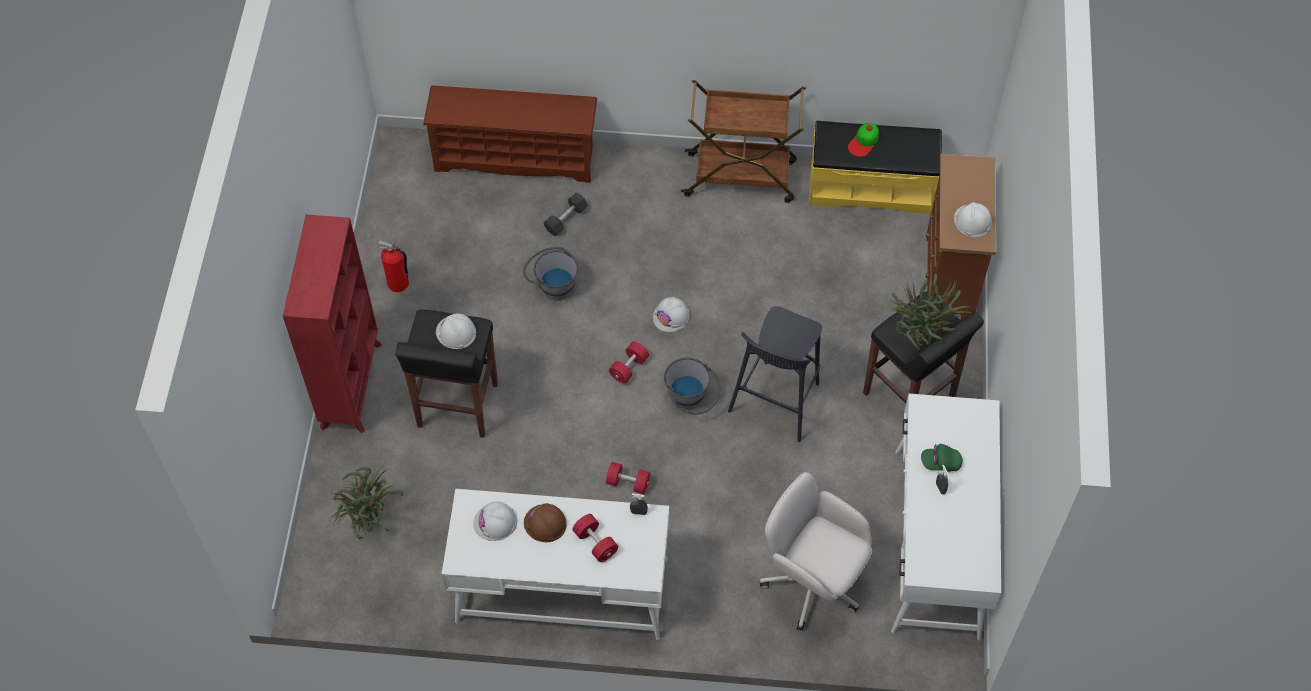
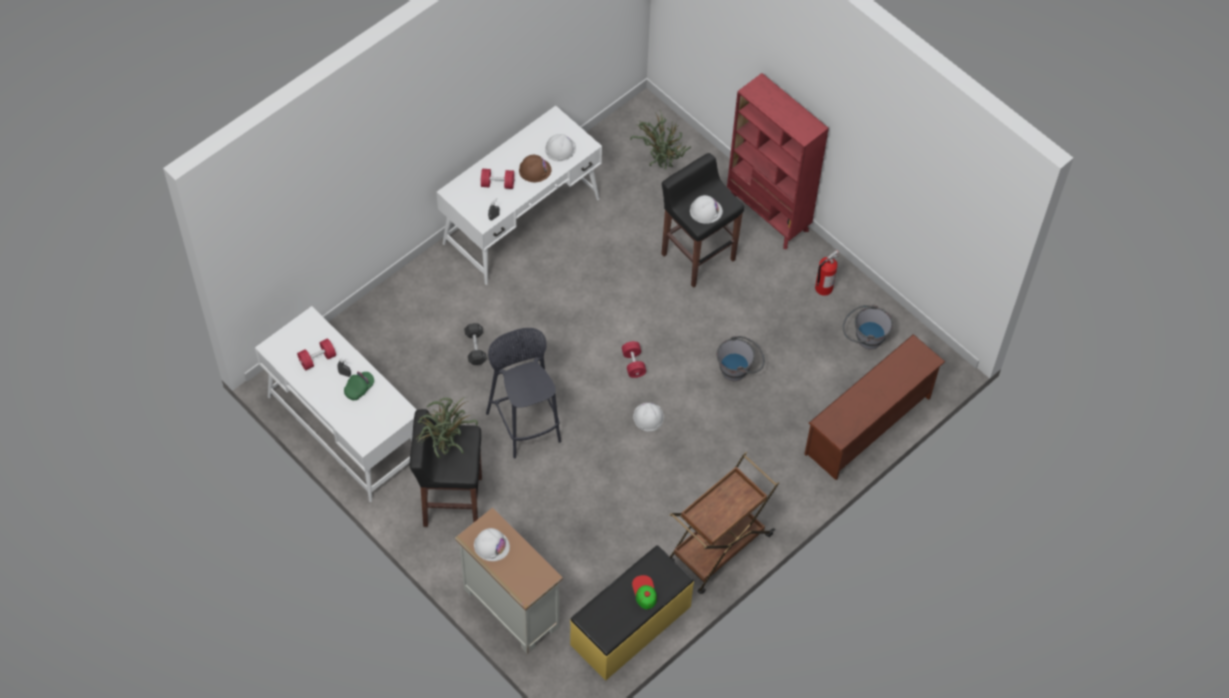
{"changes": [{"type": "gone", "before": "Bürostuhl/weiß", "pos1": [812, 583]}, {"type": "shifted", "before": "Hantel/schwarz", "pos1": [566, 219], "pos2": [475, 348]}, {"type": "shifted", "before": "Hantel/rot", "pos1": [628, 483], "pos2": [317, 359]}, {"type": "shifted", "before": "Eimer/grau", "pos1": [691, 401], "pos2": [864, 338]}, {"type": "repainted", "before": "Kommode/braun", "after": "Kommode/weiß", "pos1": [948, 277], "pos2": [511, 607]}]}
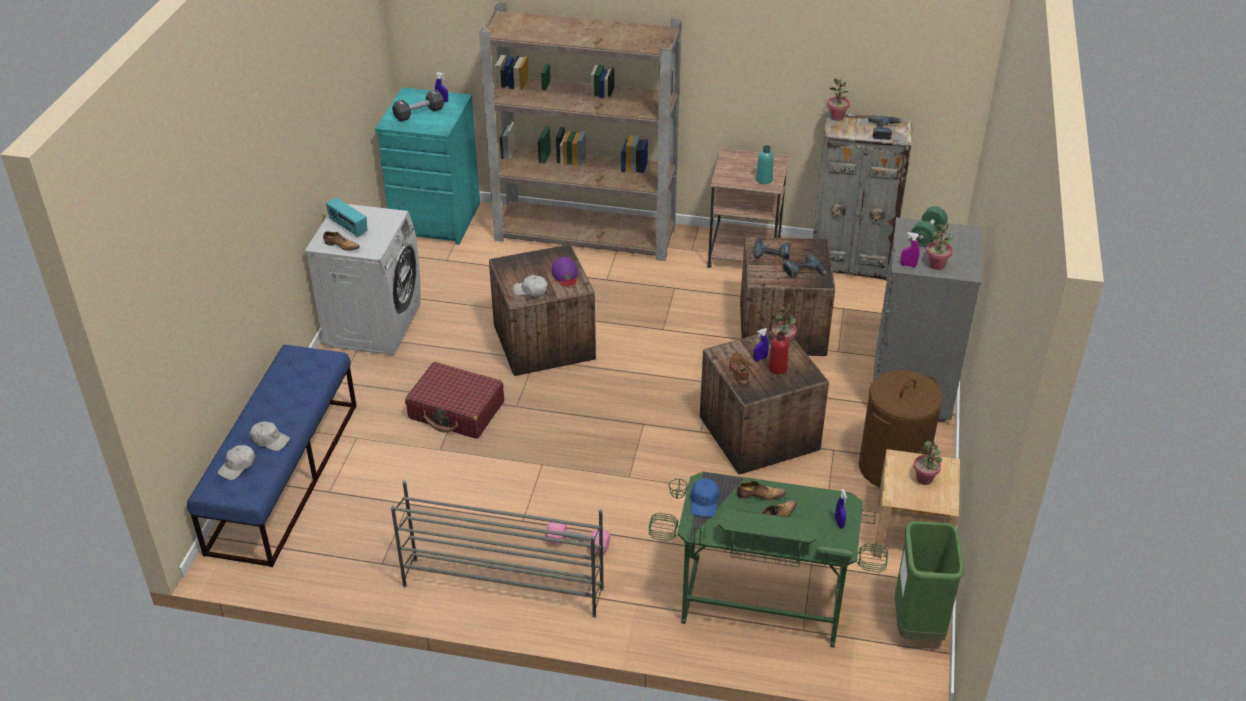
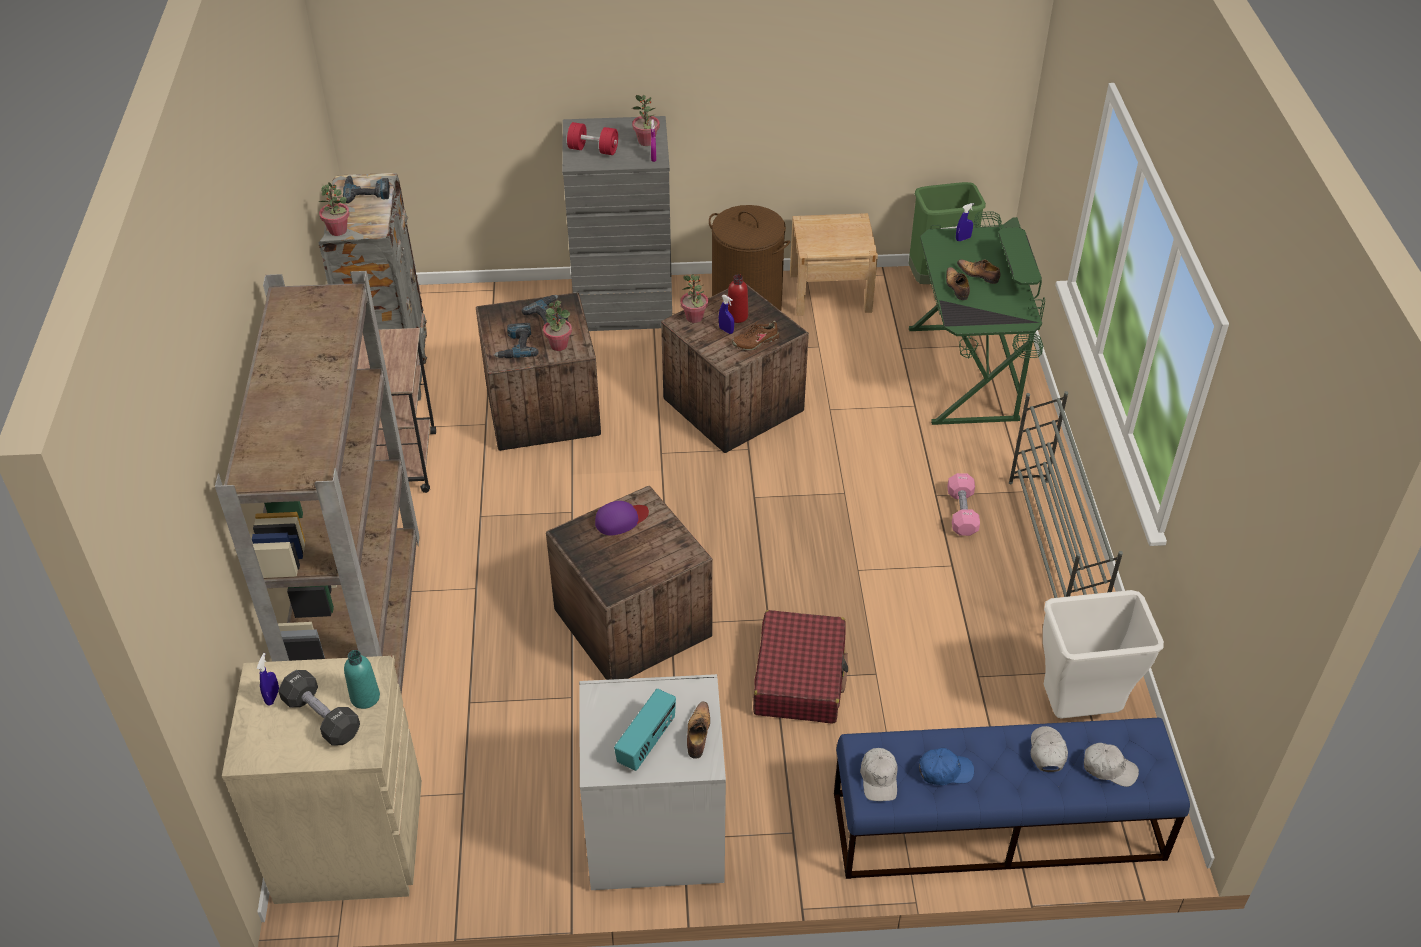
{"changes": [{"type": "new", "after": "Mülleimer/weiß", "pos2": [1079, 709]}, {"type": "shifted", "before": "Kappe/weiß", "pos1": [531, 291], "pos2": [879, 778]}, {"type": "shifted", "before": "Kappe/blau", "pos1": [704, 502], "pos2": [944, 771]}, {"type": "shifted", "before": "Flasche/türkis", "pos1": [764, 180], "pos2": [365, 697]}, {"type": "shifted", "before": "Topfpflanze", "pos1": [924, 479], "pos2": [559, 345]}, {"type": "repainted", "before": "Kommode/türkis", "after": "Kommode/beige", "pos1": [437, 220], "pos2": [350, 843]}, {"type": "repainted", "before": "Hantel/grün", "after": "Hantel/rot", "pos1": [927, 236], "pos2": [593, 150]}]}
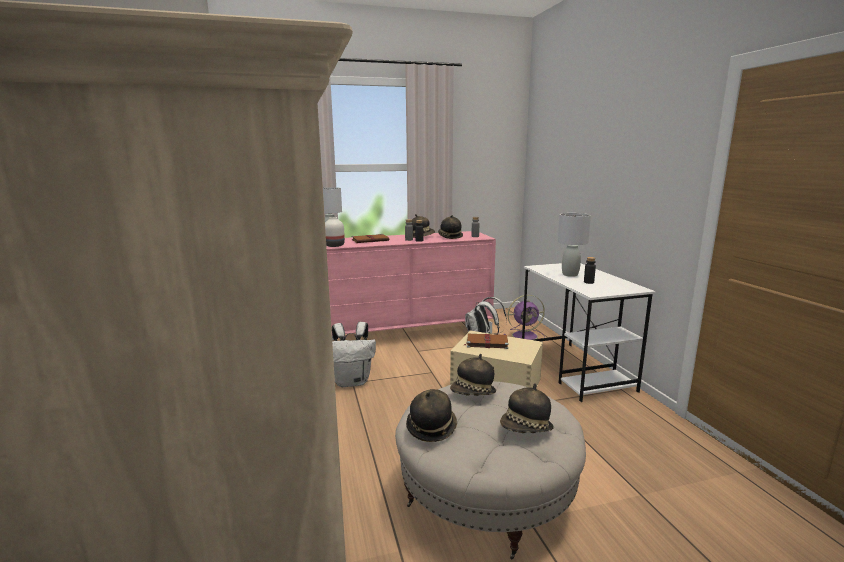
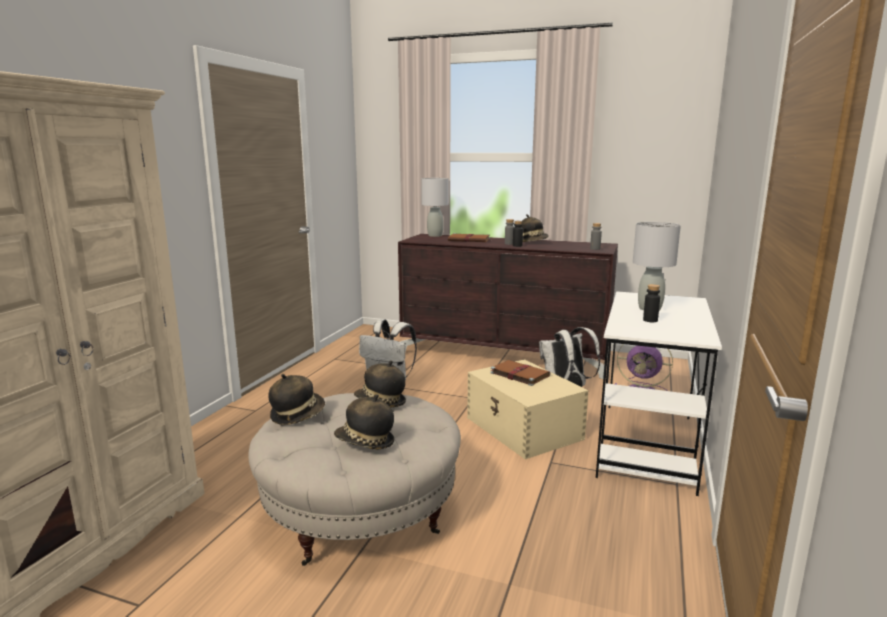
{"changes": [{"type": "gone", "before": "Vase/weiß", "pos1": [335, 245]}, {"type": "gone", "before": "Hut", "pos1": [450, 237]}, {"type": "repainted", "before": "Kommode/rosa", "after": "Kommode/braun", "pos1": [405, 332], "pos2": [503, 355]}]}
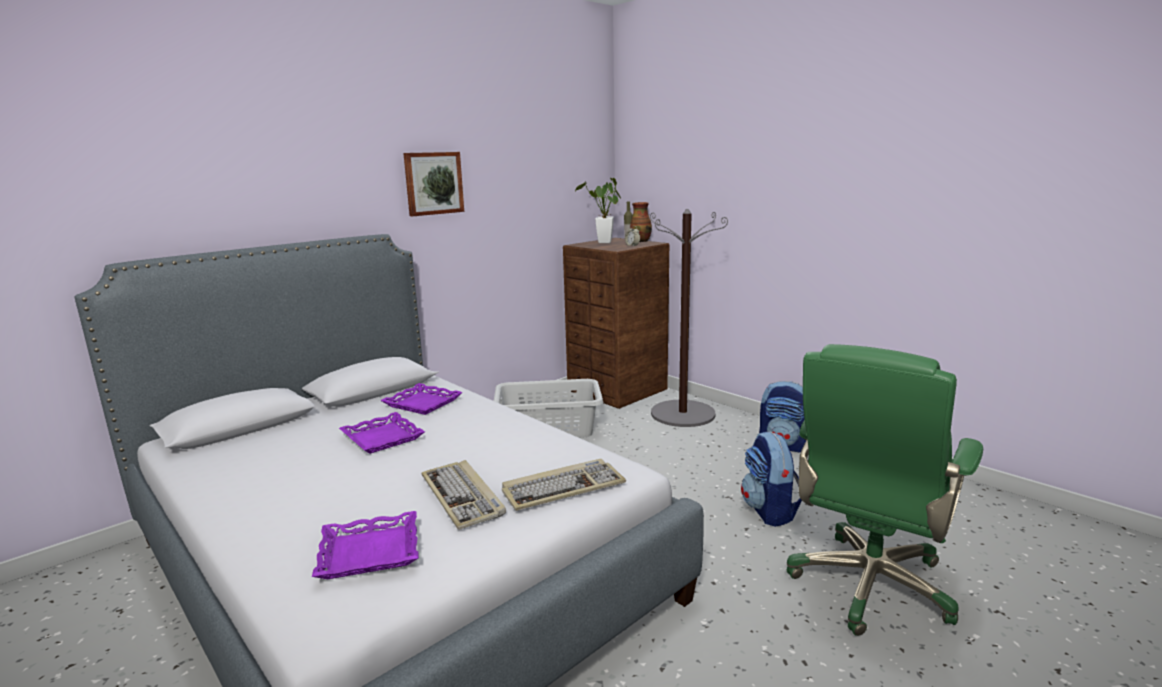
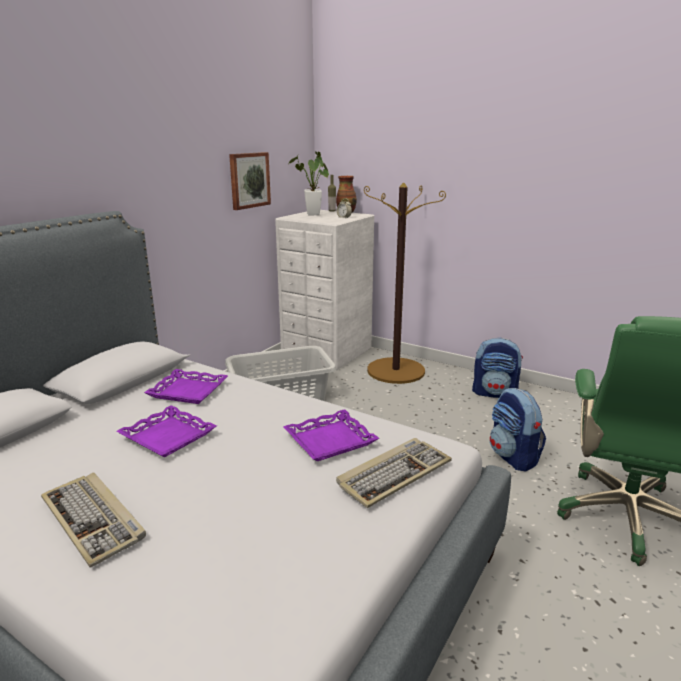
{"changes": [{"type": "shifted", "before": "Tablett/lila", "pos1": [370, 551], "pos2": [330, 440]}, {"type": "shifted", "before": "Bild", "pos1": [433, 183], "pos2": [249, 180]}, {"type": "shifted", "before": "Tastatur", "pos1": [463, 497], "pos2": [94, 520]}, {"type": "repainted", "before": "Kommode/braun", "after": "Kommode/weiß", "pos1": [617, 390], "pos2": [327, 352]}, {"type": "repainted", "before": "Kleiderständer/grau", "after": "Kleiderständer/braun", "pos1": [683, 414], "pos2": [396, 371]}]}
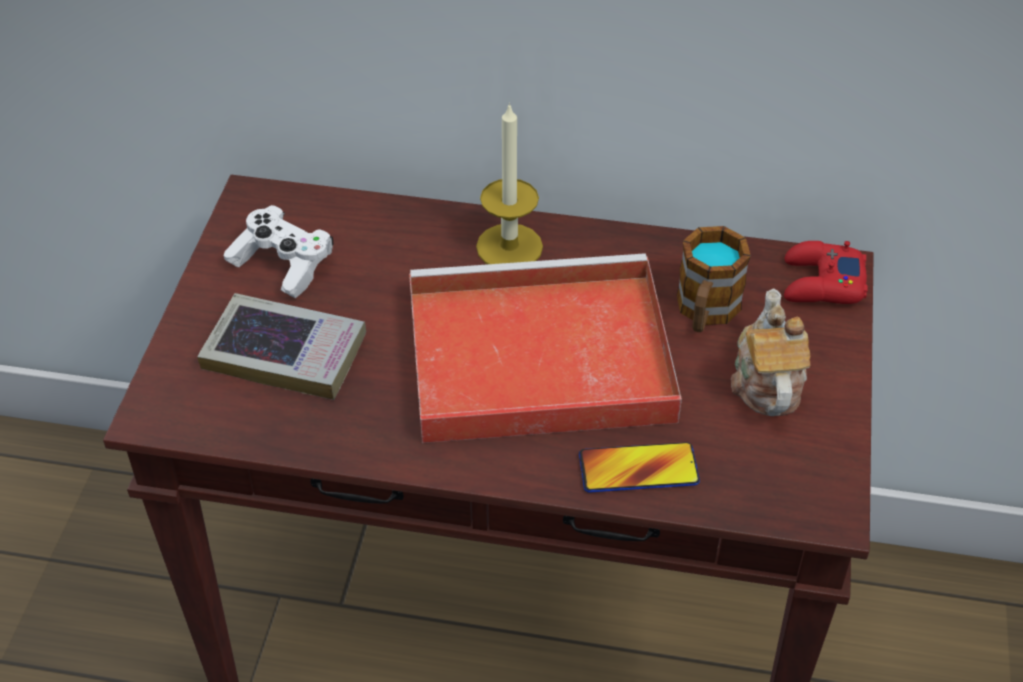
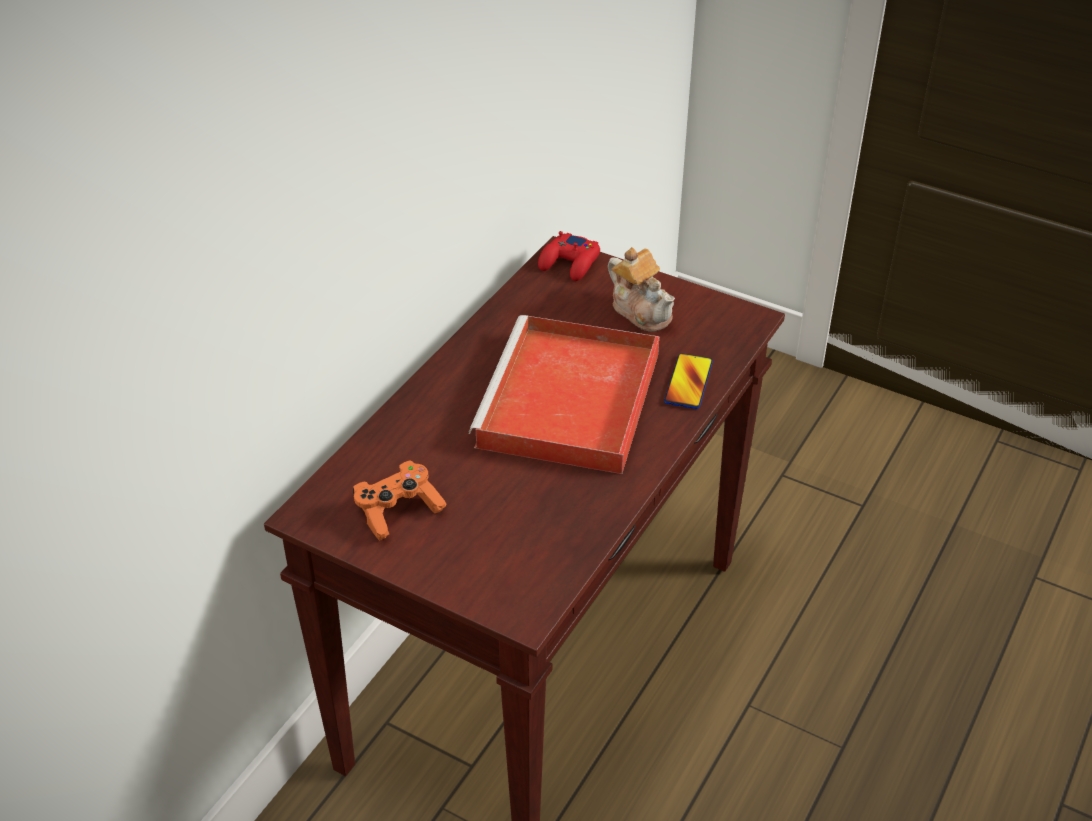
{"changes": [{"type": "gone", "before": "Buch", "pos1": [285, 354]}, {"type": "gone", "before": "Kerze", "pos1": [509, 247]}, {"type": "gone", "before": "Henkelbecher", "pos1": [705, 312]}, {"type": "repainted", "before": "Gamepad/weiß", "after": "Gamepad/orange", "pos1": [282, 264], "pos2": [398, 510]}, {"type": "rotated", "before": "Teekanne", "pos1": [766, 382], "pos2": [641, 310], "turn": -150}]}
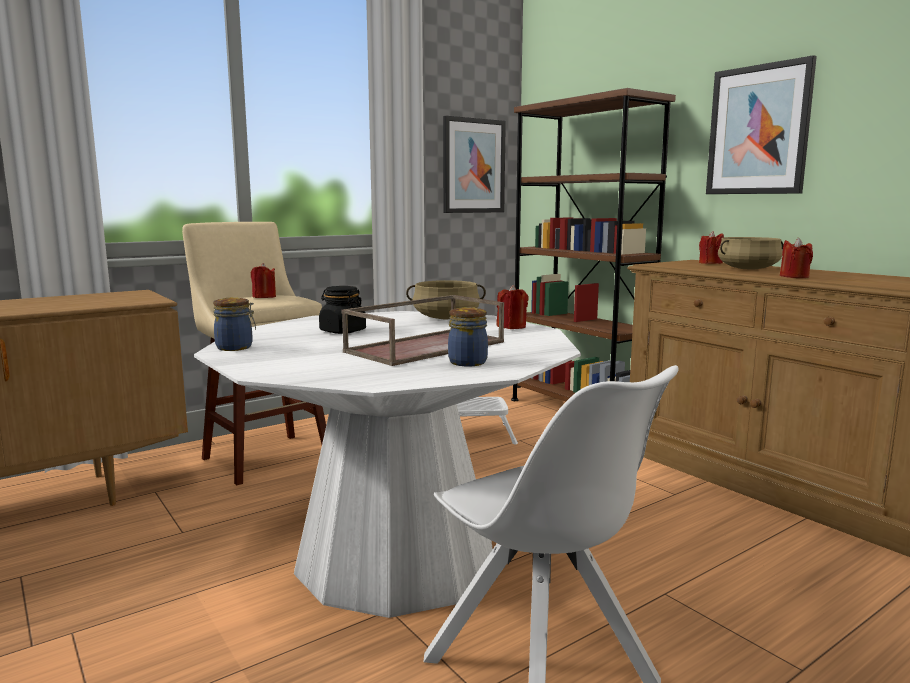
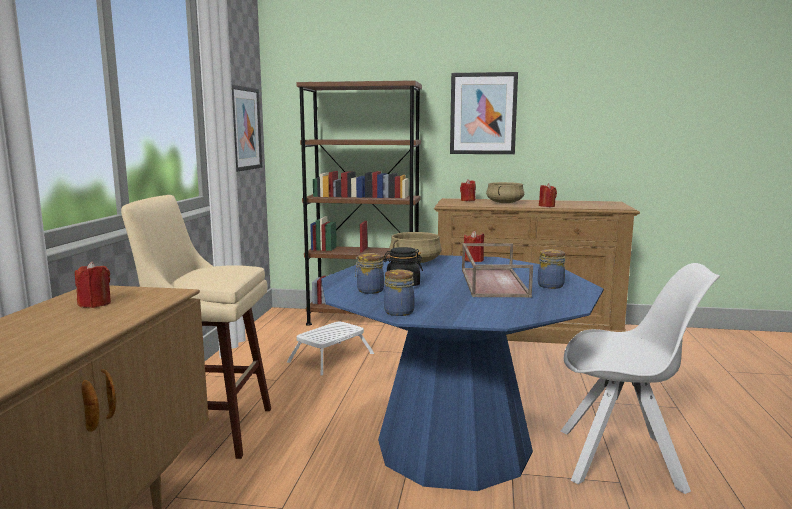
{"changes": [{"type": "new", "after": "Vorratsglas", "pos2": [369, 290]}, {"type": "shifted", "before": "Kerze/rot", "pos1": [264, 297], "pos2": [94, 304]}, {"type": "repainted", "before": "Esstisch/weiß", "after": "Esstisch/blau", "pos1": [397, 556], "pos2": [454, 445]}]}
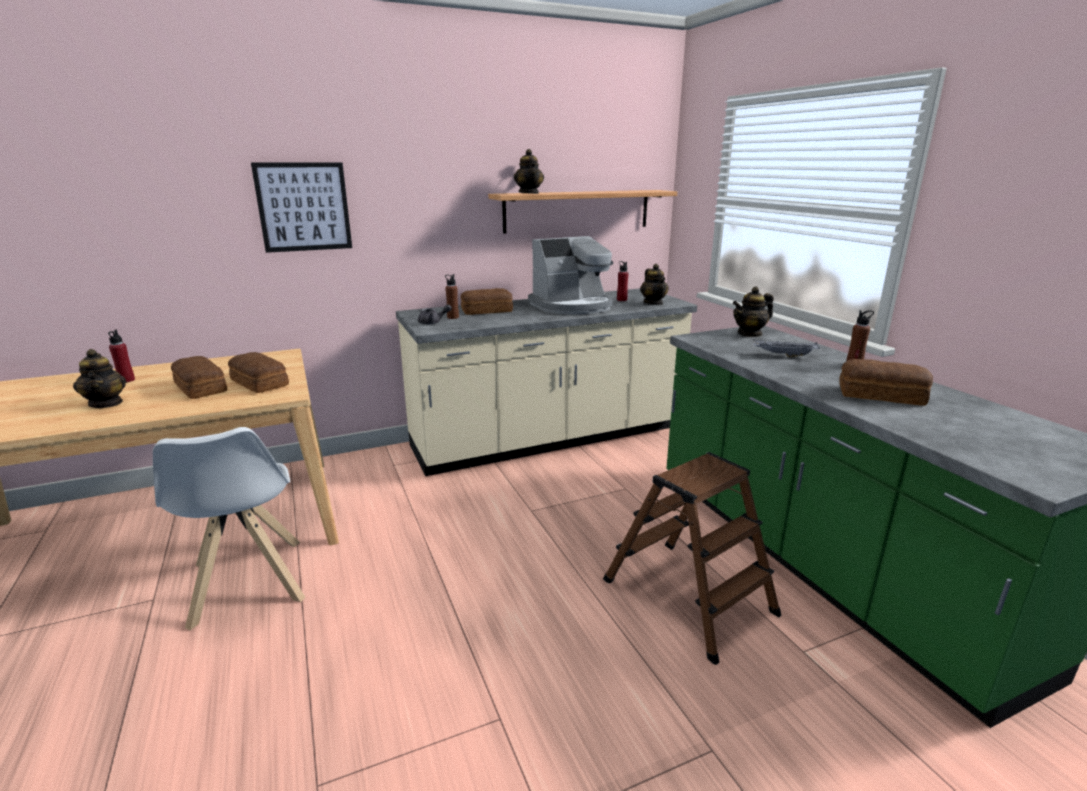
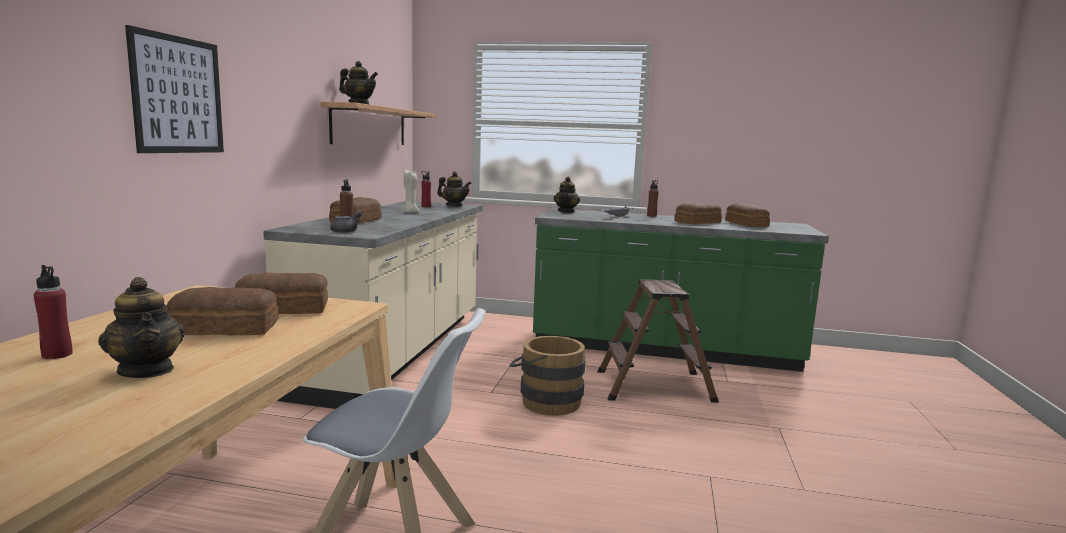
{"changes": [{"type": "new", "after": "Eimer/braun", "pos2": [545, 401]}, {"type": "new", "after": "Brot", "pos2": [746, 224]}, {"type": "swapped", "before": "Kaffeemaschine", "after": "Kerze/beige", "pos1": [572, 306], "pos2": [410, 212]}, {"type": "rotated", "before": "Teekanne", "pos1": [106, 403], "pos2": [147, 370], "turn": 45}]}
